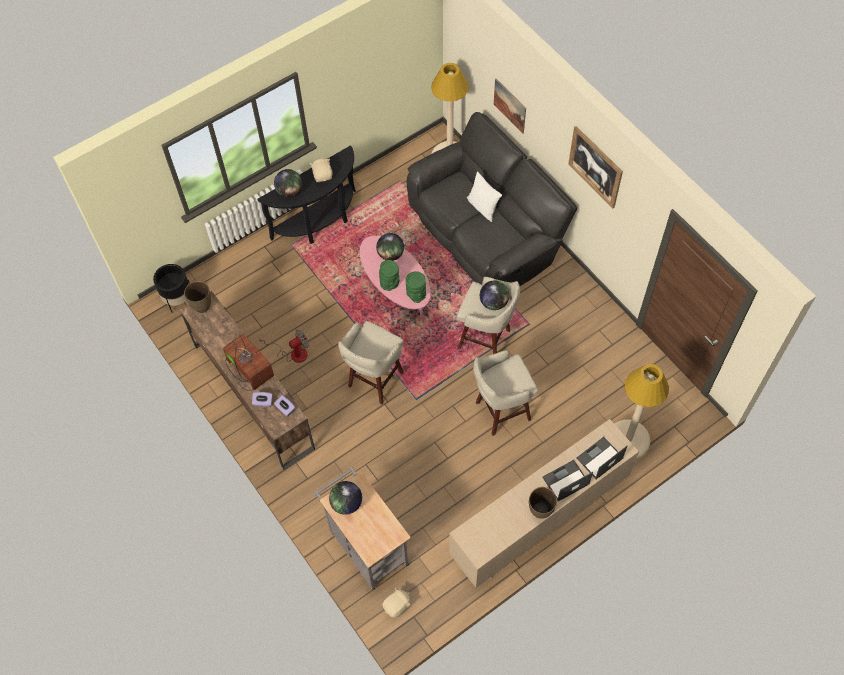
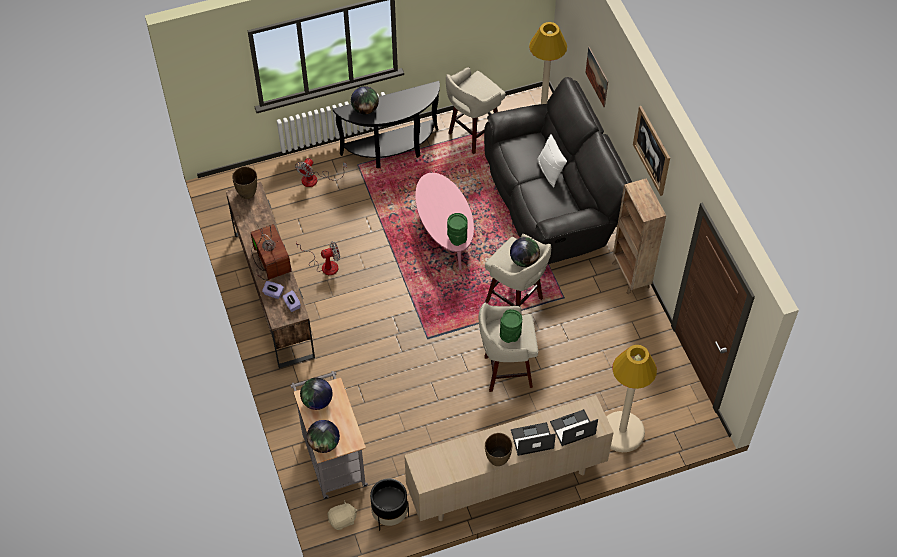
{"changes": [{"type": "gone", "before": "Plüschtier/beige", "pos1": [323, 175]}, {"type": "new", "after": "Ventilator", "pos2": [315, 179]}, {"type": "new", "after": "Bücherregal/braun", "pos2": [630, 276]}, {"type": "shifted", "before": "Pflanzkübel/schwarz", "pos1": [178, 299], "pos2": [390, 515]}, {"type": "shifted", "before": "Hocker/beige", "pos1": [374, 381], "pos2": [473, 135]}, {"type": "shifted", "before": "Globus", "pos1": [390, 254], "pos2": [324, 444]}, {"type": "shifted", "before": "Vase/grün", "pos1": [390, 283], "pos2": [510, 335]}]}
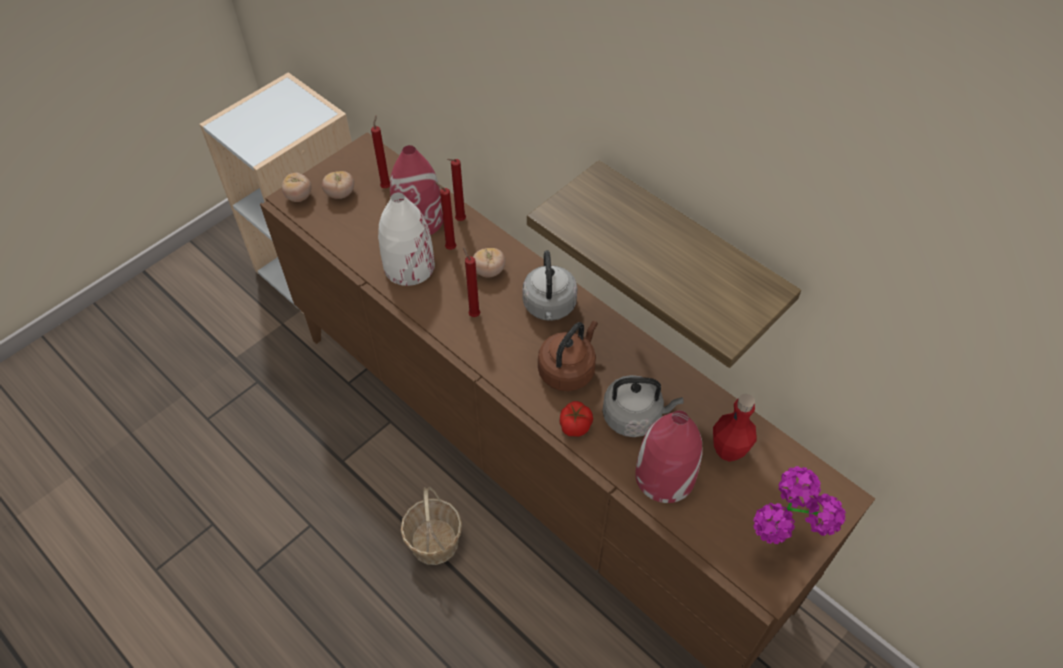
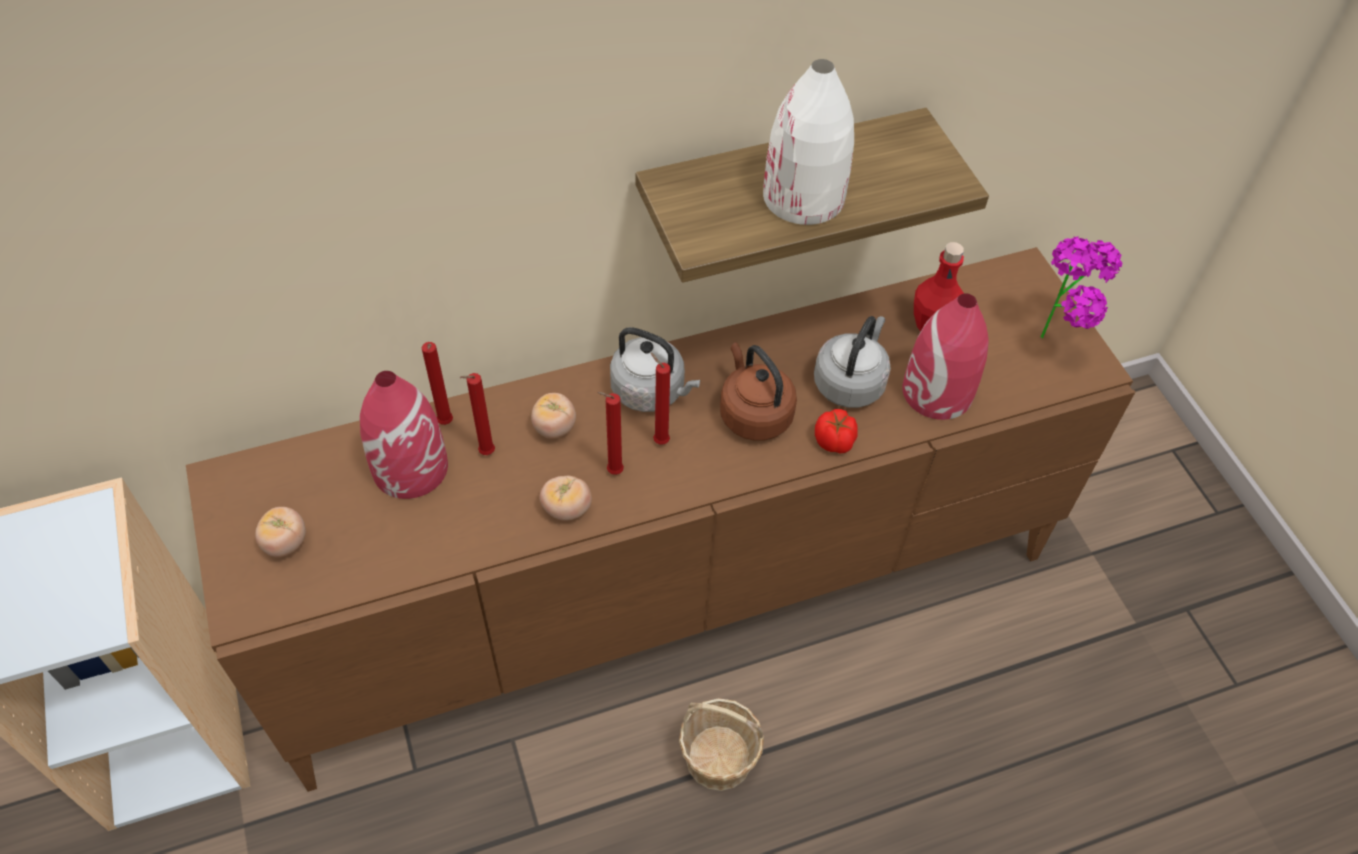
{"changes": [{"type": "shifted", "before": "Tomate", "pos1": [299, 196], "pos2": [566, 509]}, {"type": "shifted", "before": "Kerze/rot", "pos1": [386, 186], "pos2": [659, 440]}, {"type": "shifted", "before": "Vase/weiß", "pos1": [408, 266], "pos2": [803, 197]}]}
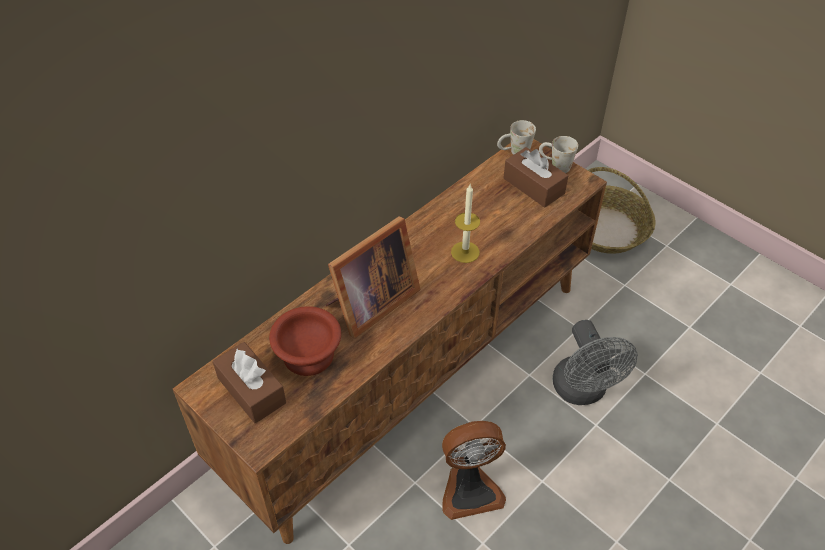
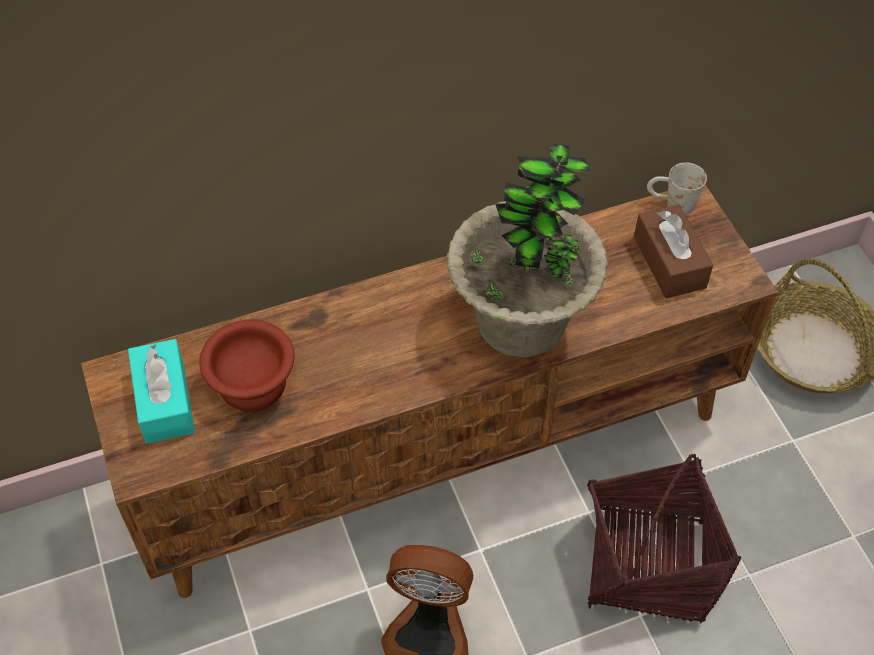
{"changes": [{"type": "gone", "before": "Bilderrahmen", "pos1": [369, 304]}, {"type": "gone", "before": "Henkelbecher/weiß", "pos1": [555, 165]}, {"type": "swapped", "before": "Kerze", "after": "Topfpflanze", "pos1": [465, 252], "pos2": [521, 322]}, {"type": "swapped", "before": "Ventilator/grau", "after": "Korb", "pos1": [583, 391], "pos2": [648, 564]}, {"type": "repainted", "before": "Taschentuchbox/braun", "after": "Taschentuchbox/türkis", "pos1": [251, 390], "pos2": [164, 401]}]}
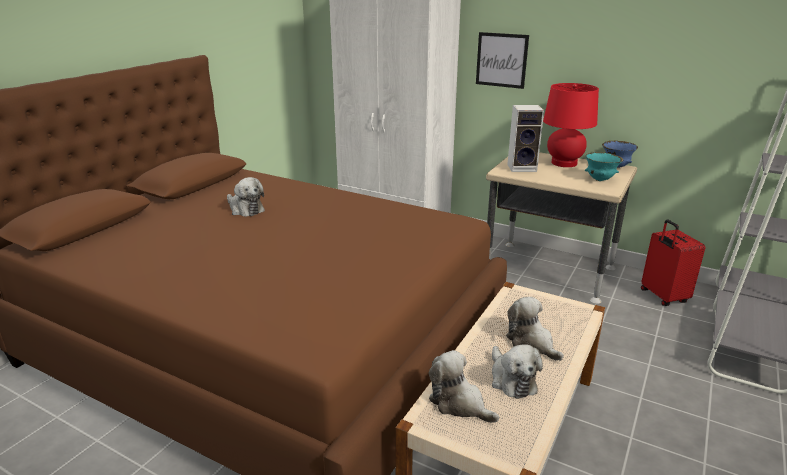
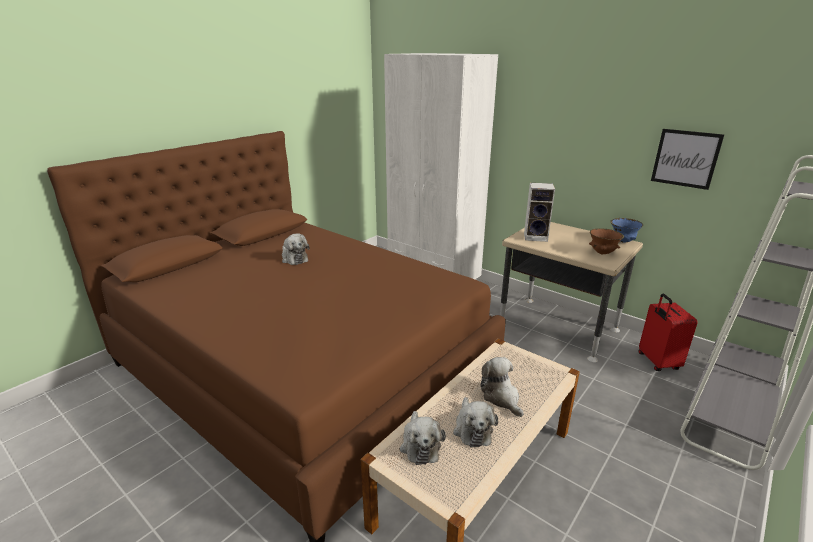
{"changes": [{"type": "gone", "before": "Tischlampe/rot", "pos1": [564, 163]}, {"type": "shifted", "before": "Bild", "pos1": [501, 60], "pos2": [685, 158]}, {"type": "repainted", "before": "Schüssel/türkis", "after": "Schüssel/braun", "pos1": [600, 180], "pos2": [602, 253]}, {"type": "rotated", "before": "Plüschtier", "pos1": [459, 403], "pos2": [420, 445], "turn": -150}]}
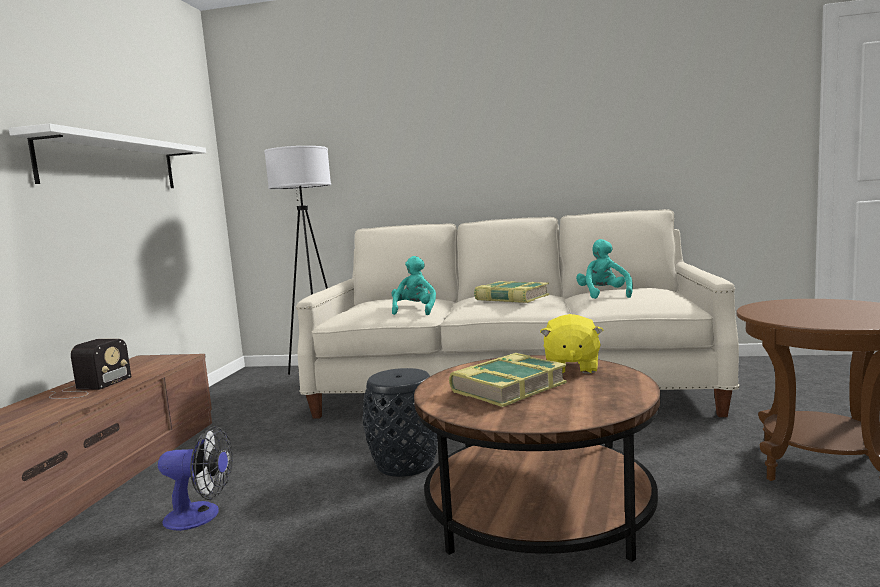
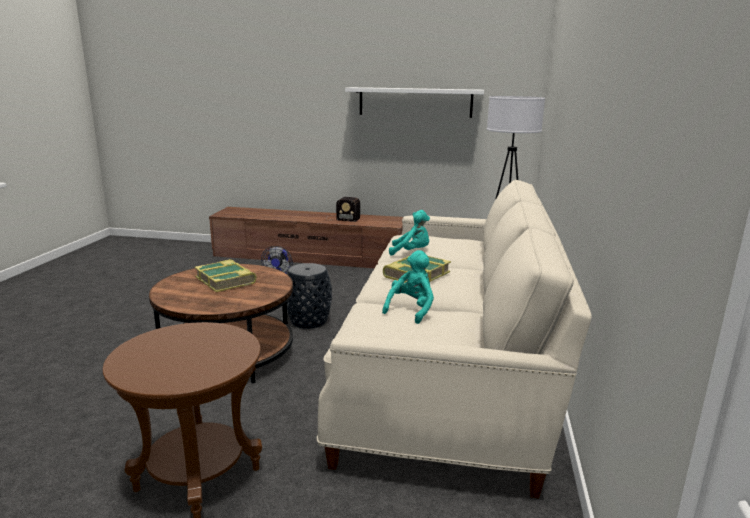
{"changes": [{"type": "gone", "before": "Plüschtier/gelb", "pos1": [571, 367]}, {"type": "rotated", "before": "Plüschtier/türkis", "pos1": [603, 295], "pos2": [411, 310], "turn": -60}]}
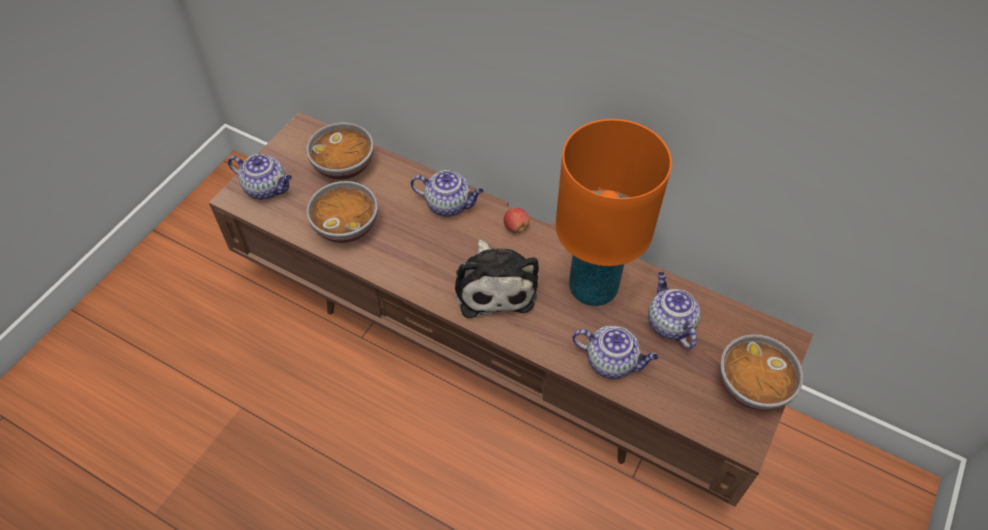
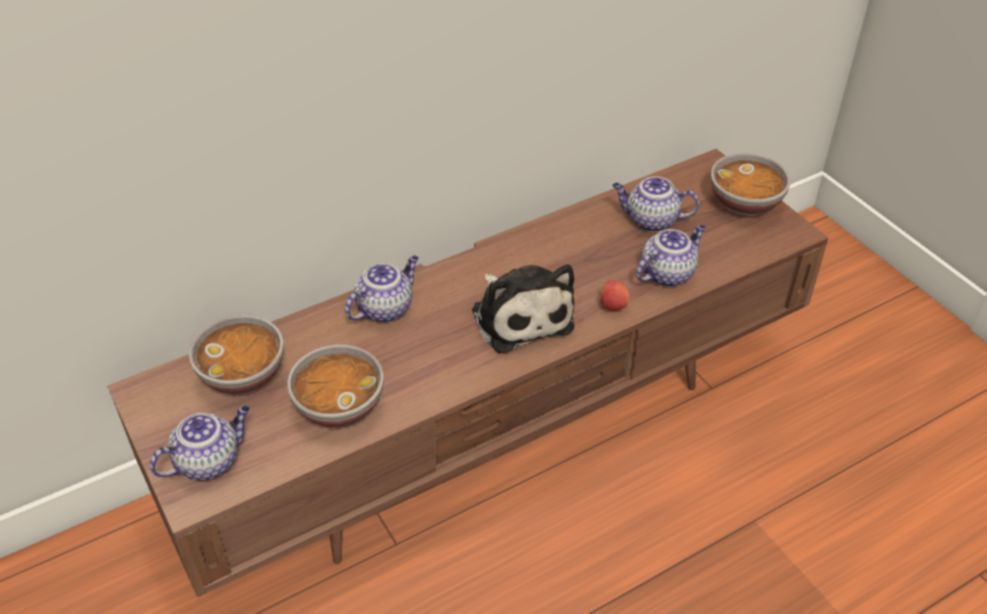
{"changes": [{"type": "gone", "before": "Tischlampe/orange", "pos1": [592, 288]}, {"type": "shifted", "before": "Apfel", "pos1": [516, 227], "pos2": [613, 306]}, {"type": "rotated", "before": "Plüschtier", "pos1": [494, 285], "pos2": [520, 315], "turn": 45}]}
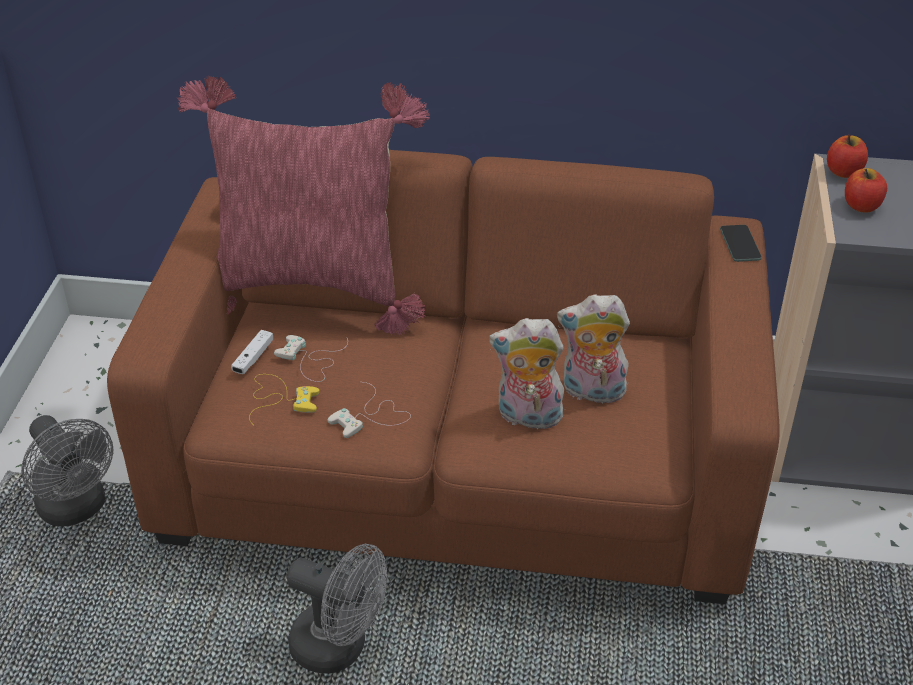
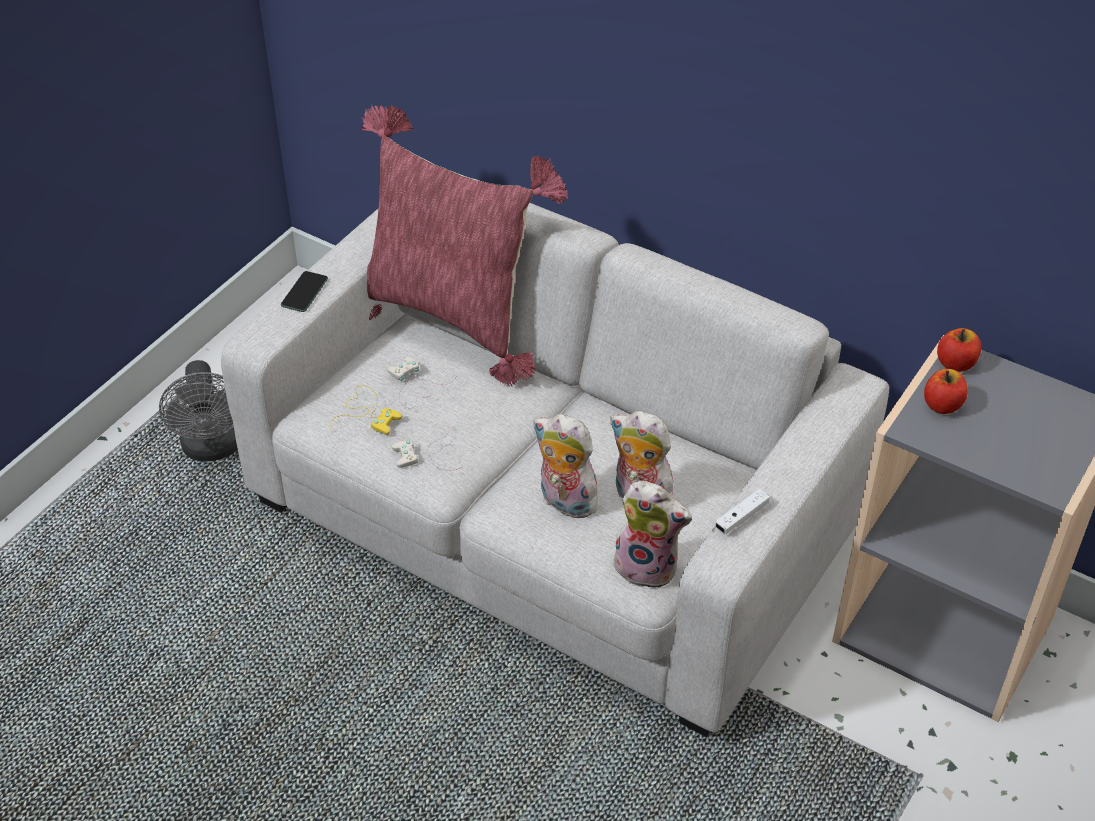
{"changes": [{"type": "gone", "before": "Ventilator/grau", "pos1": [340, 647]}, {"type": "new", "after": "Plüschtier", "pos2": [648, 566]}, {"type": "shifted", "before": "Gamepad/weiß", "pos1": [253, 358], "pos2": [741, 517]}, {"type": "shifted", "before": "Handy", "pos1": [740, 244], "pos2": [304, 292]}, {"type": "repainted", "before": "Sofa/braun", "after": "Sofa/weiß", "pos1": [457, 464], "pos2": [548, 520]}]}
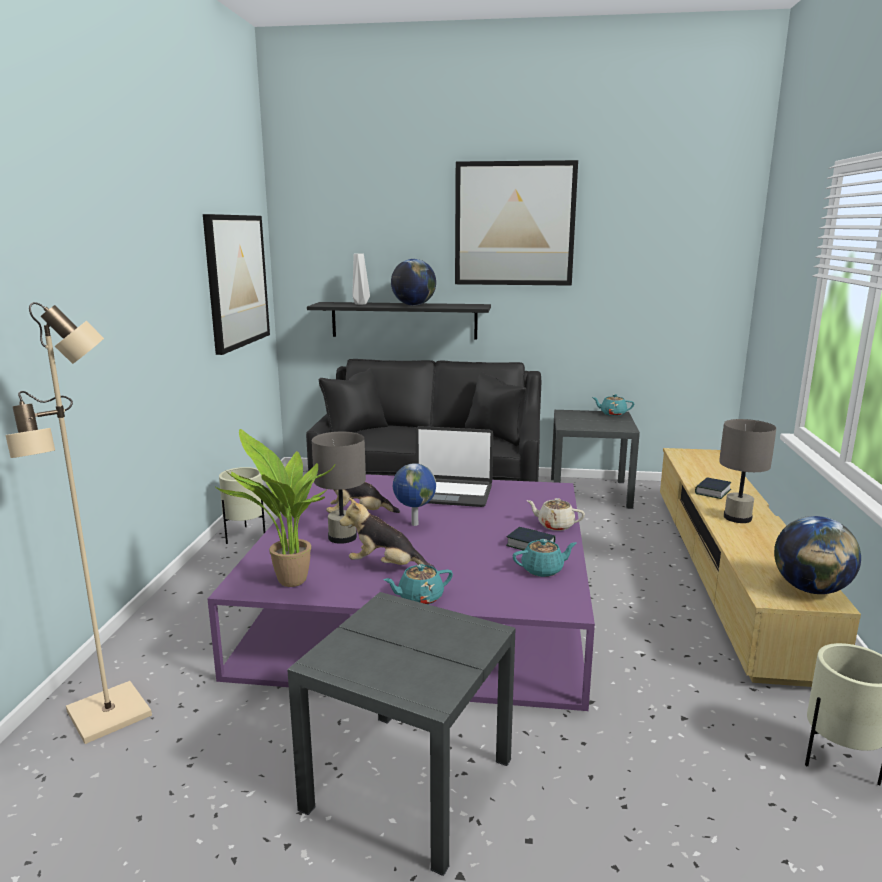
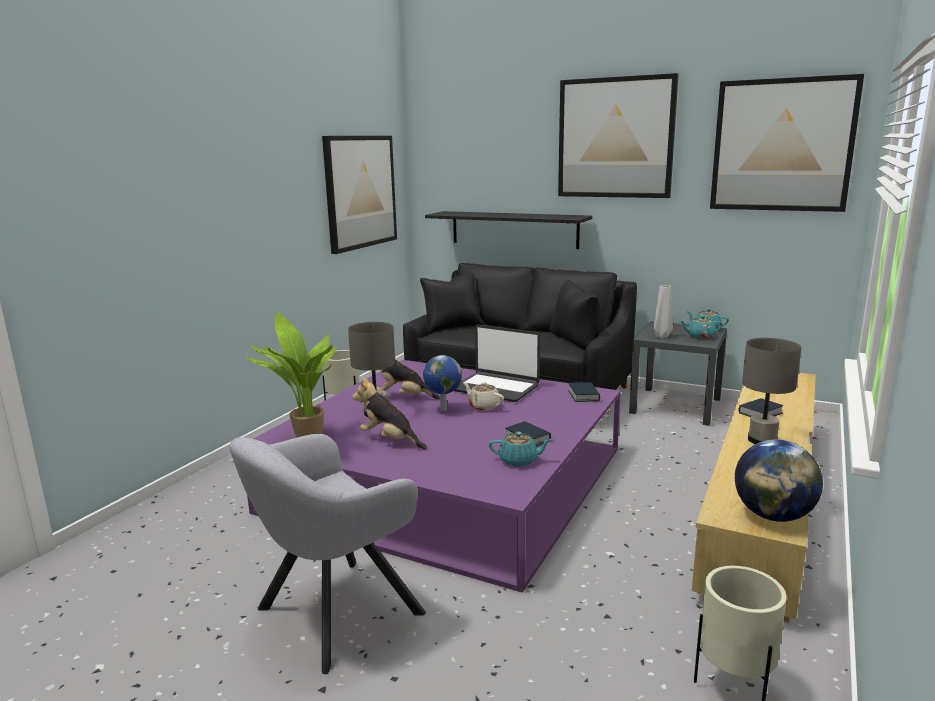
{"changes": [{"type": "gone", "before": "Stehlampe/beige", "pos1": [108, 713]}, {"type": "gone", "before": "Globus", "pos1": [413, 305]}, {"type": "new", "after": "Buch", "pos2": [583, 396]}, {"type": "new", "after": "Bild", "pos2": [782, 145]}, {"type": "shifted", "before": "Vase/grau", "pos1": [360, 304], "pos2": [662, 336]}, {"type": "shifted", "before": "Teekanne/türkis", "pos1": [419, 598], "pos2": [700, 336]}, {"type": "shifted", "before": "Teekanne/beige", "pos1": [555, 525], "pos2": [483, 406]}, {"type": "swapped", "before": "Beistelltisch/grau", "after": "Sessel/grau", "pos1": [406, 784], "pos2": [331, 615]}]}
